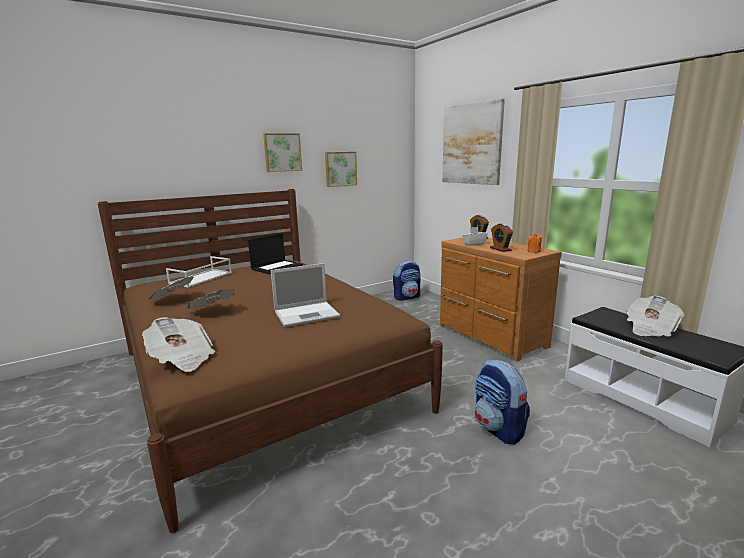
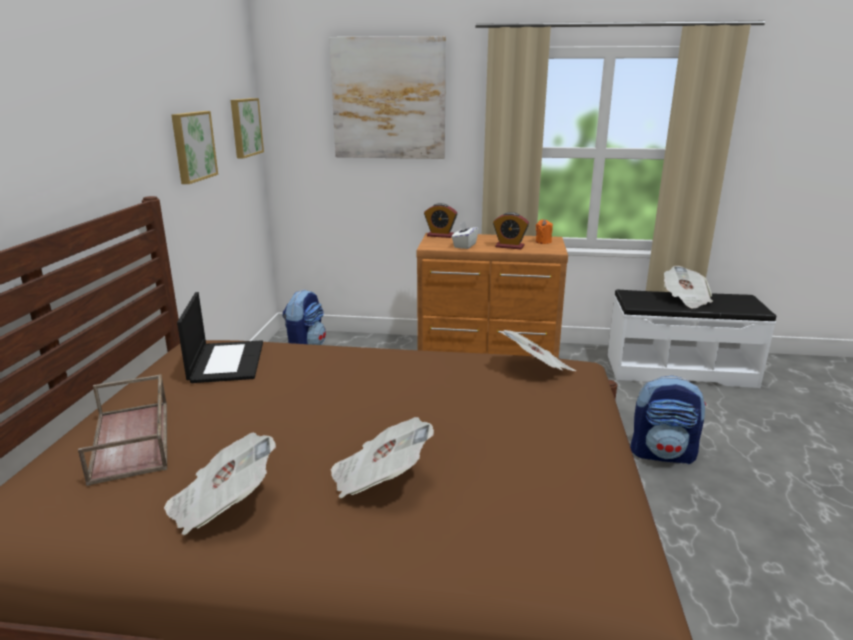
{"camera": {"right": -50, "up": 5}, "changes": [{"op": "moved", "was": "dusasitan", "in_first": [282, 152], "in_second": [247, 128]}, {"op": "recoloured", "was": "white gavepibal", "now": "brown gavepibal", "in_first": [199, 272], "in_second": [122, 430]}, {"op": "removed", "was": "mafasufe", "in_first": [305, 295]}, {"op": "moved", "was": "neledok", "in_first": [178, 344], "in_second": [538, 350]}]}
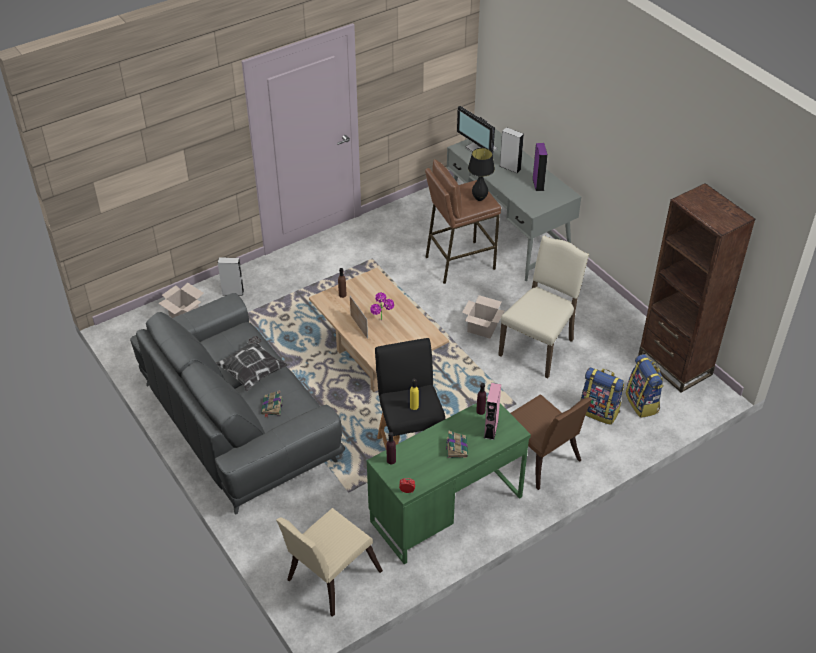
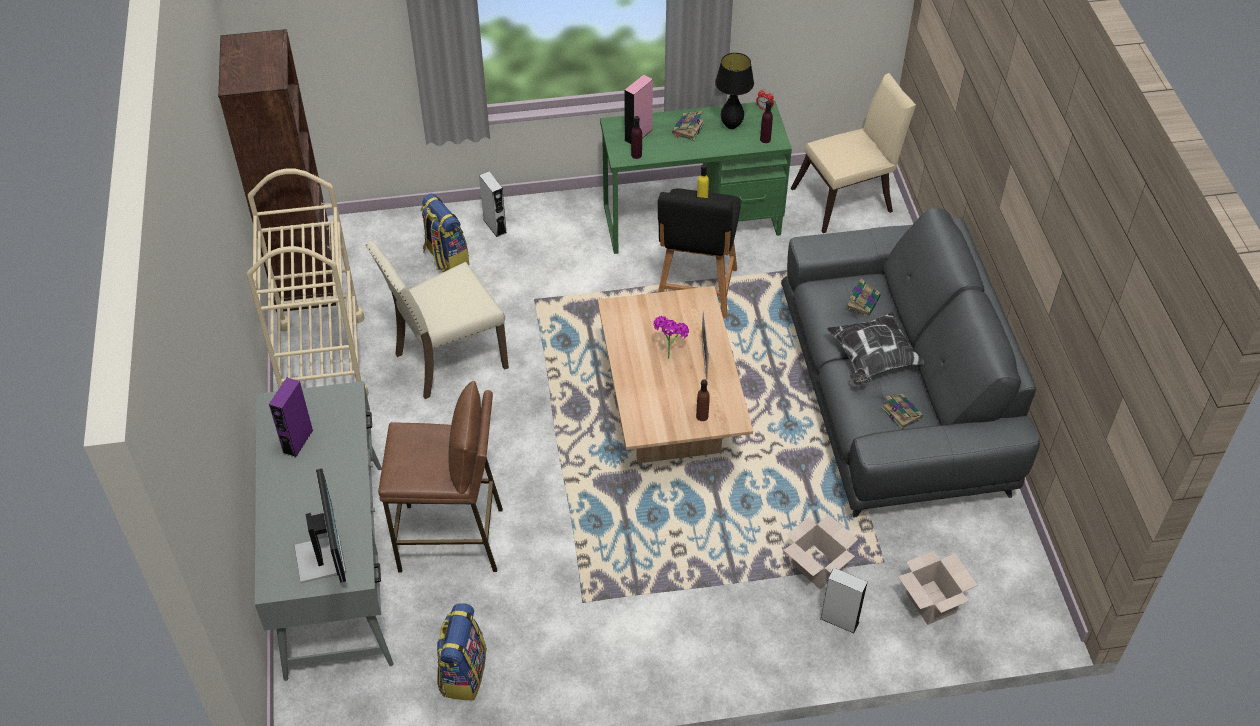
{"camera": {"right": -155, "up": 5}, "changes": [{"op": "moved", "was": "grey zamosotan", "in_first": [511, 150], "in_second": [493, 204]}, {"op": "moved", "was": "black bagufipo", "in_first": [481, 174], "in_second": [734, 91]}, {"op": "moved", "was": "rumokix", "in_first": [483, 317], "in_second": [820, 551]}, {"op": "moved", "was": "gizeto", "in_first": [645, 386], "in_second": [462, 652]}, {"op": "removed", "was": "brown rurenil", "in_first": [551, 442]}, {"op": "added", "now": "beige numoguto", "in_second": [308, 283]}, {"op": "added", "now": "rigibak", "in_second": [902, 411]}]}
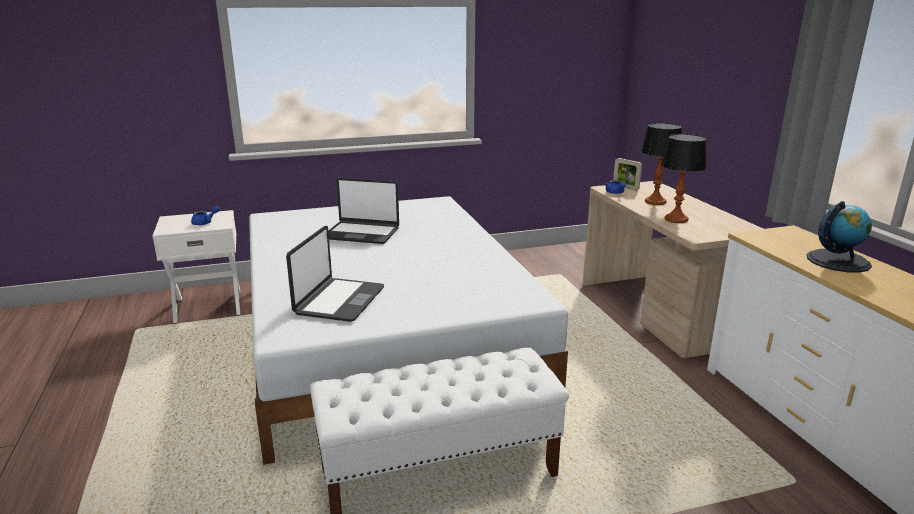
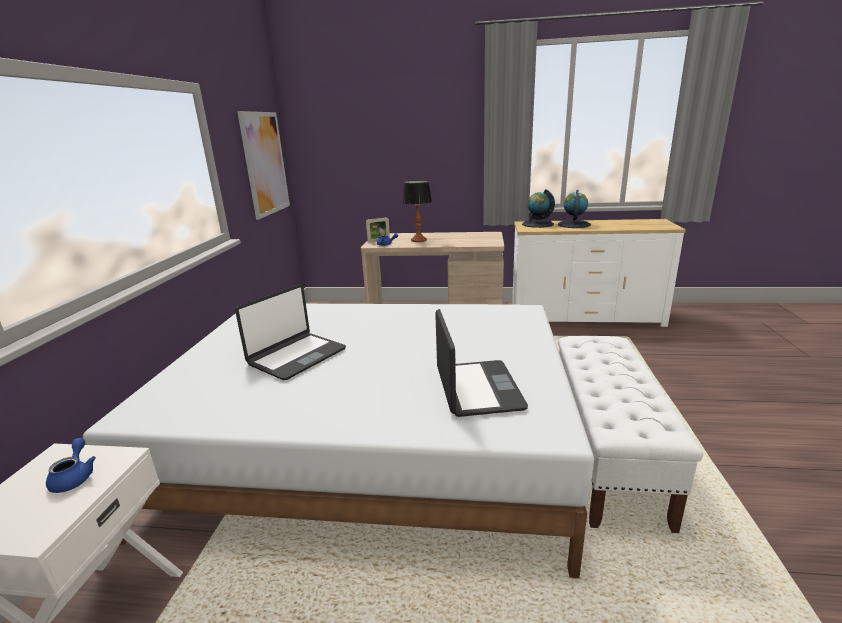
{"camera": {"right": -65, "up": 0}, "changes": [{"op": "removed", "was": "bagufipo", "in_first": [684, 178]}, {"op": "turned", "was": "mafasufe", "in_first": [335, 274], "in_second": [481, 363], "clockwise": 45}, {"op": "added", "now": "dusasitan", "in_second": [263, 165]}, {"op": "added", "now": "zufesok", "in_second": [538, 208]}]}
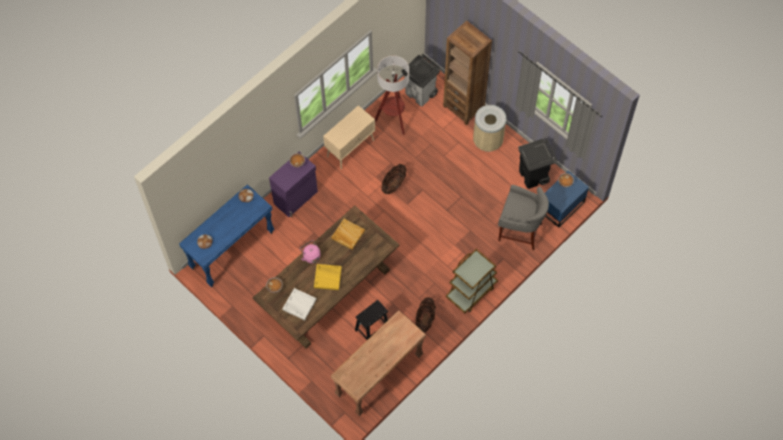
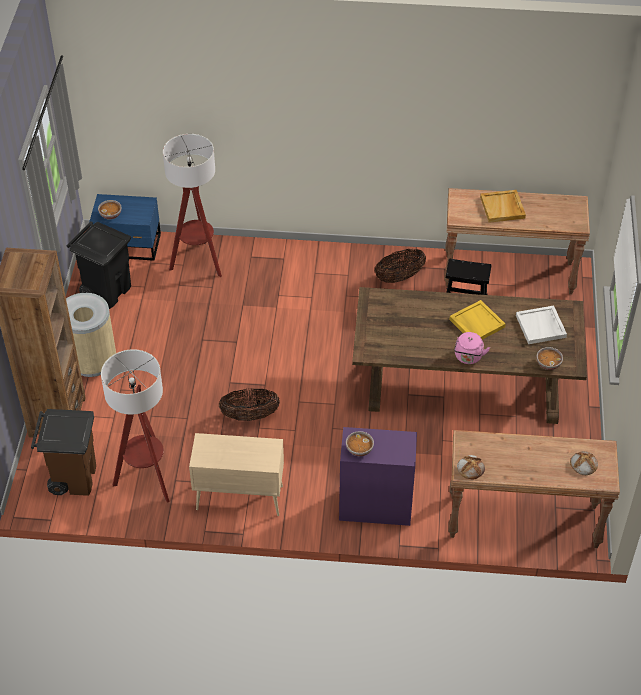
{"camera": {"right": -130, "up": -15}, "changes": [{"op": "recoloured", "was": "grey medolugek", "now": "brown medolugek", "in_first": [421, 80], "in_second": [63, 452]}, {"op": "recoloured", "was": "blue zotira", "now": "brown zotira", "in_first": [226, 235], "in_second": [534, 489]}, {"op": "replaced", "was": "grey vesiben", "now": "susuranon", "in_first": [523, 217], "in_second": [192, 205]}, {"op": "moved", "was": "beige gavepibal", "in_first": [348, 234], "in_second": [503, 206]}, {"op": "removed", "was": "brown numoguto", "in_first": [472, 281]}]}
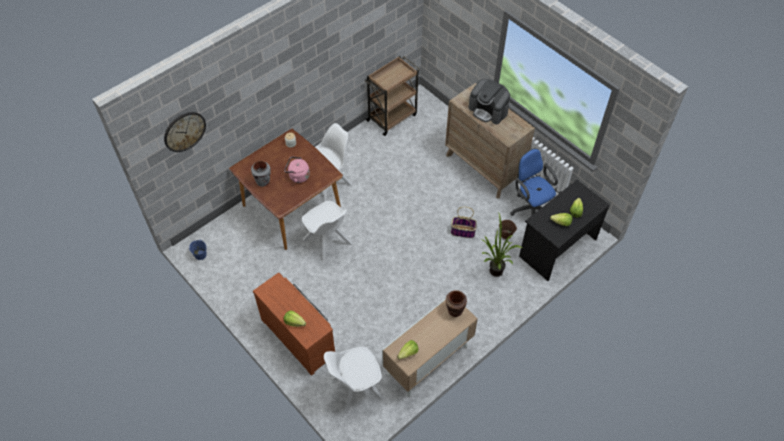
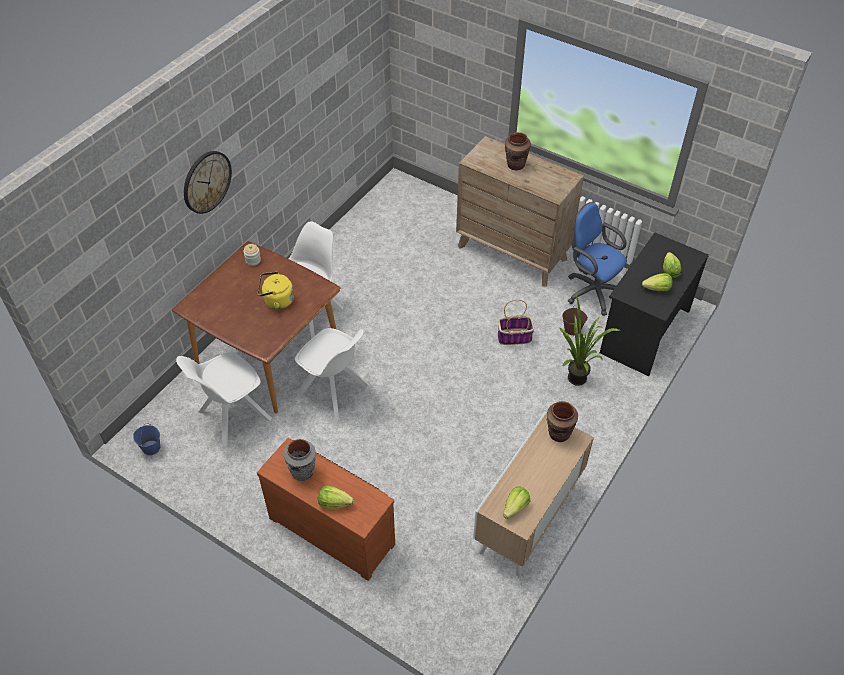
{"camera": {"right": -15, "up": -5}, "changes": [{"op": "removed", "was": "brown numoguto", "in_first": [392, 96]}, {"op": "replaced", "was": "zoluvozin", "now": "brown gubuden", "in_first": [489, 101], "in_second": [518, 151]}, {"op": "moved", "was": "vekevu", "in_first": [185, 132], "in_second": [208, 182]}, {"op": "recoloured", "was": "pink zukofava", "now": "yellow zukofava", "in_first": [297, 169], "in_second": [276, 290]}, {"op": "moved", "was": "grey gubuden", "in_first": [261, 173], "in_second": [300, 460]}, {"op": "moved", "was": "white rurenil", "in_first": [354, 380], "in_second": [223, 399]}]}
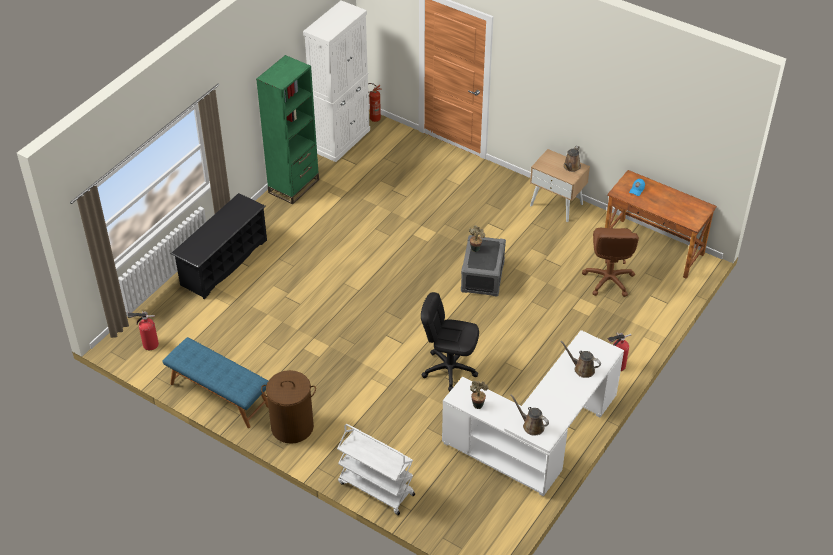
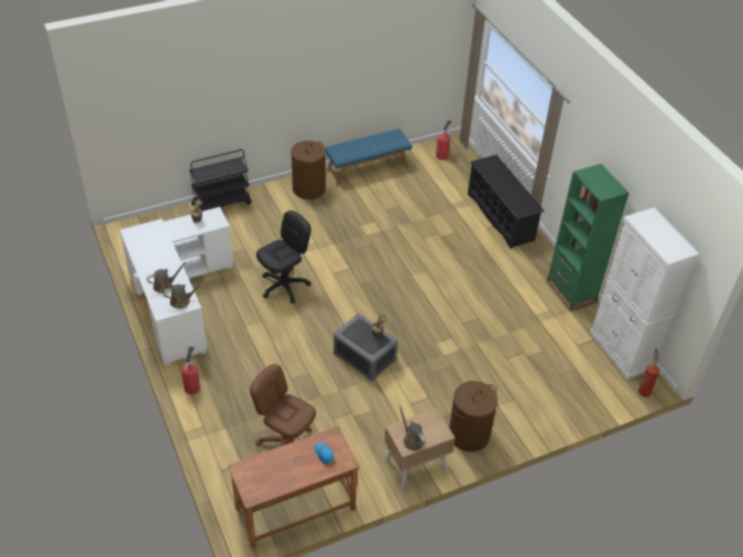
{"camera": {"right": 120, "up": 0}, "changes": [{"op": "moved", "was": "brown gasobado", "in_first": [529, 415], "in_second": [184, 294]}, {"op": "recoloured", "was": "white numoguto", "now": "black numoguto", "in_first": [376, 469], "in_second": [220, 180]}, {"op": "added", "now": "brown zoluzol", "in_second": [473, 416]}]}
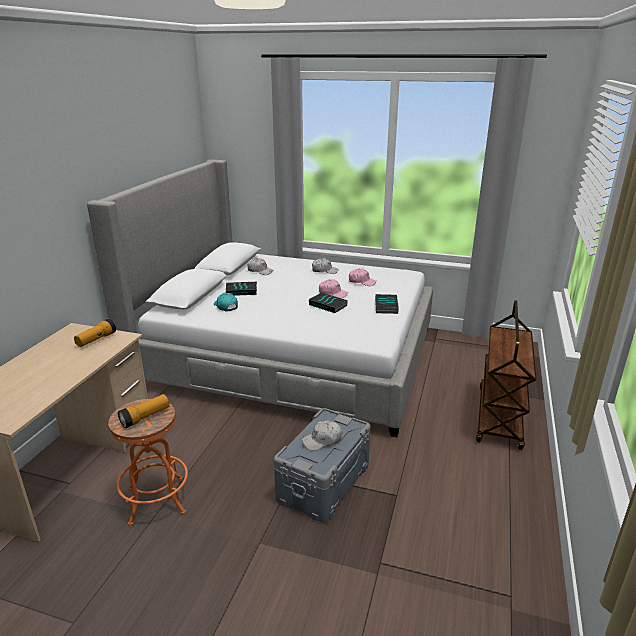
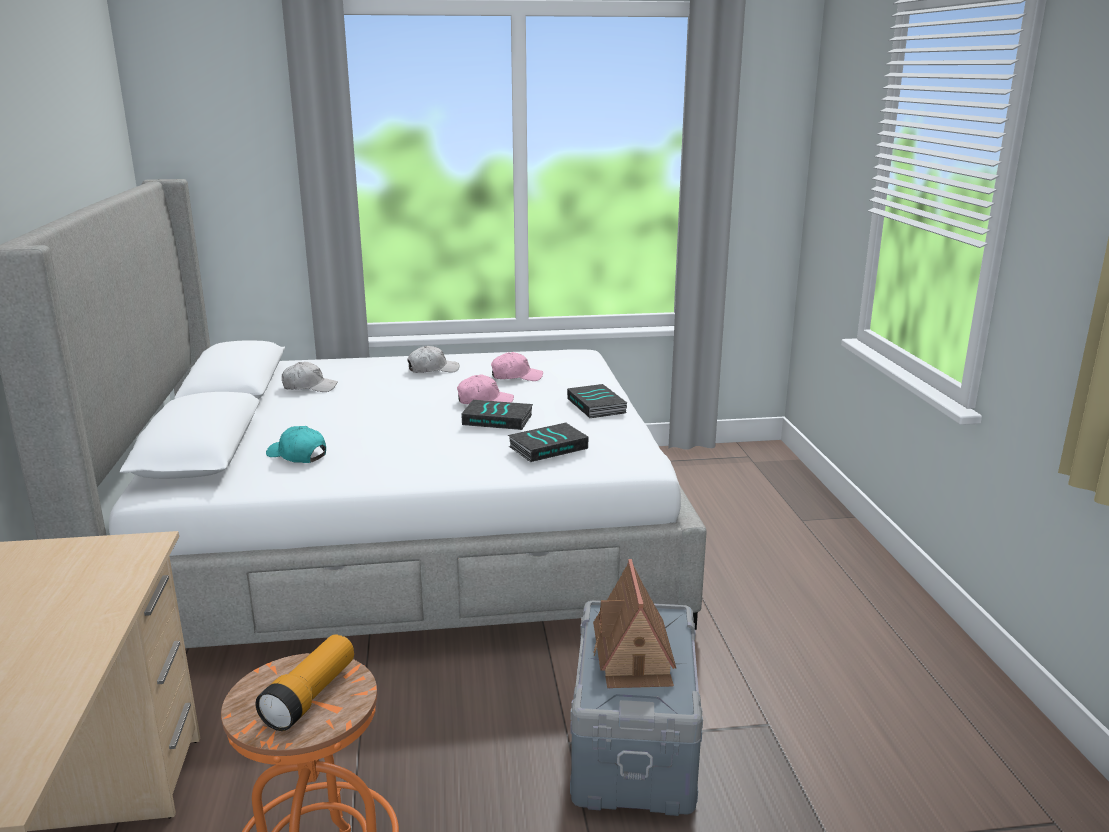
{"camera": {"right": -25, "up": -5}, "changes": [{"op": "moved", "was": "rigibak", "in_first": [241, 289], "in_second": [548, 442]}, {"op": "removed", "was": "brown numoguto", "in_first": [506, 375]}, {"op": "removed", "was": "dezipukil", "in_first": [95, 333]}, {"op": "replaced", "was": "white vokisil", "now": "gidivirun", "in_first": [322, 435], "in_second": [634, 623]}]}
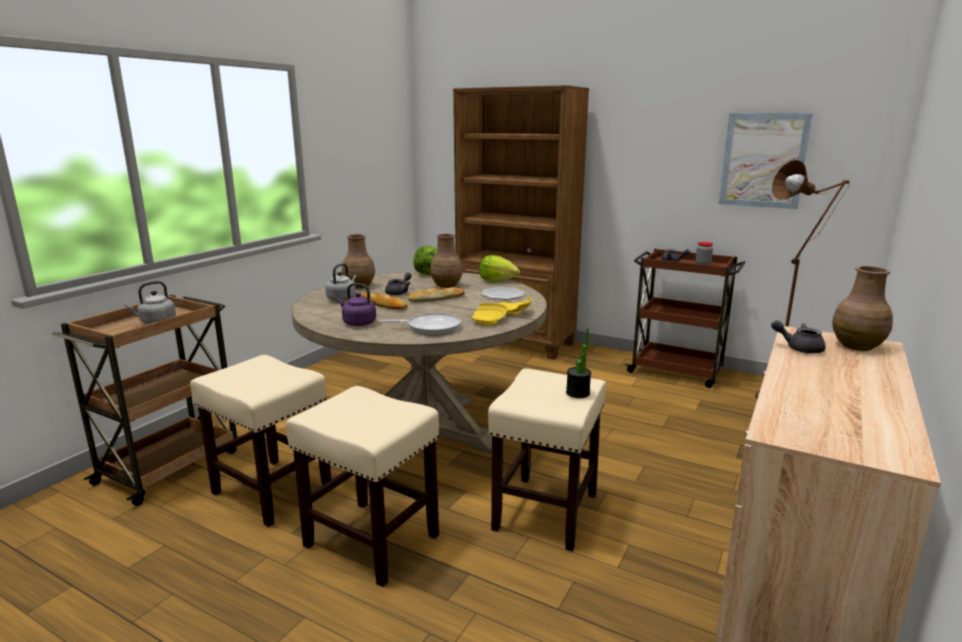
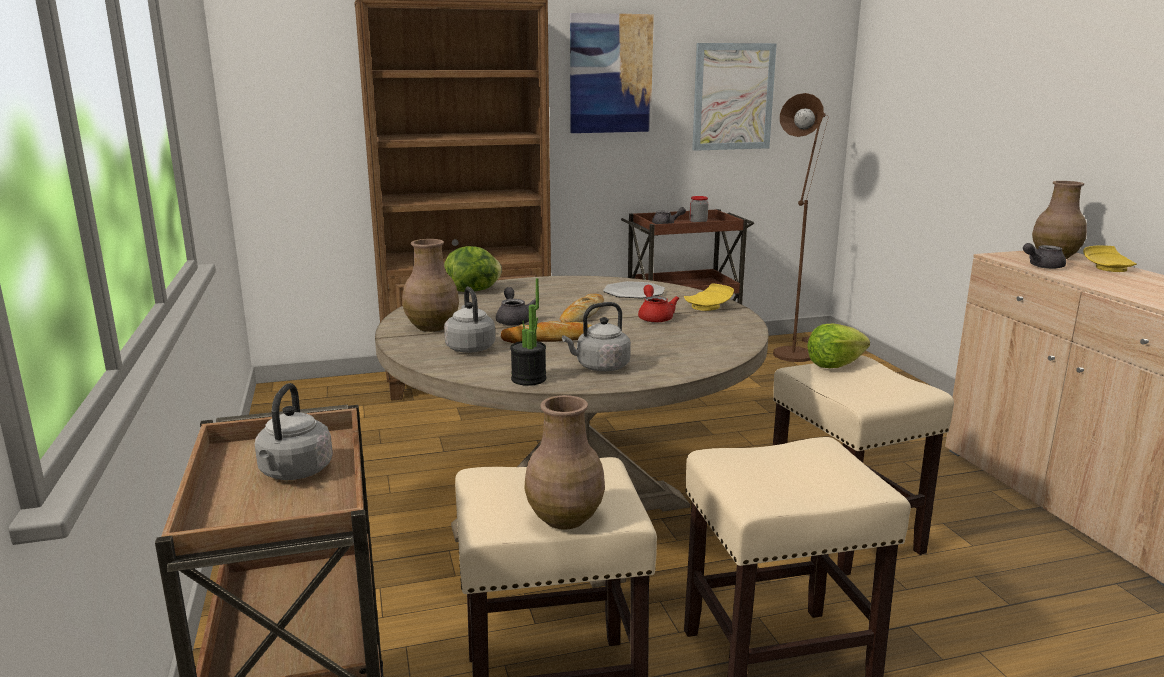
{"camera": {"right": -45, "up": 0}, "changes": [{"op": "moved", "was": "brown gubuden", "in_first": [446, 261], "in_second": [564, 462]}, {"op": "moved", "was": "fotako", "in_first": [499, 268], "in_second": [838, 346]}, {"op": "recoloured", "was": "purple zukofava", "now": "grey zukofava", "in_first": [356, 304], "in_second": [596, 336]}, {"op": "moved", "was": "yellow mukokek", "in_first": [489, 314], "in_second": [1110, 258]}, {"op": "removed", "was": "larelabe", "in_first": [419, 324]}, {"op": "moved", "was": "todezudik", "in_first": [578, 363], "in_second": [528, 332]}, {"op": "added", "now": "dusasitan", "in_second": [612, 73]}, {"op": "added", "now": "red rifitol", "in_second": [658, 304]}]}
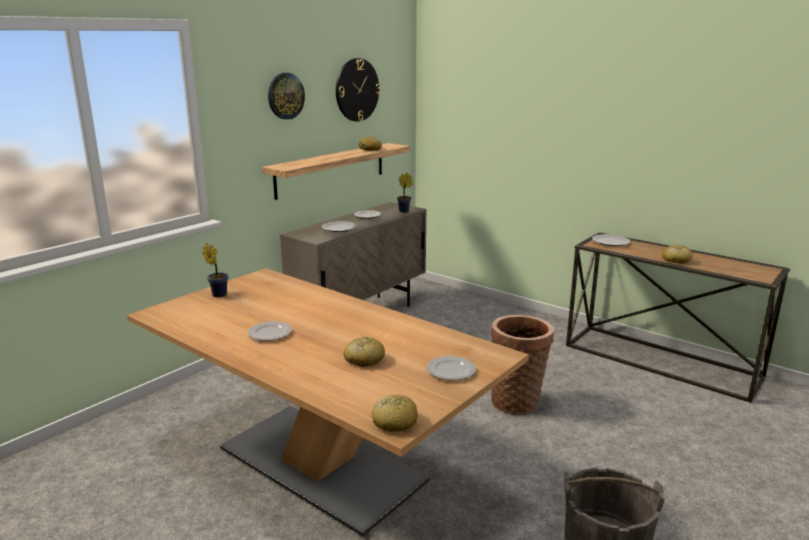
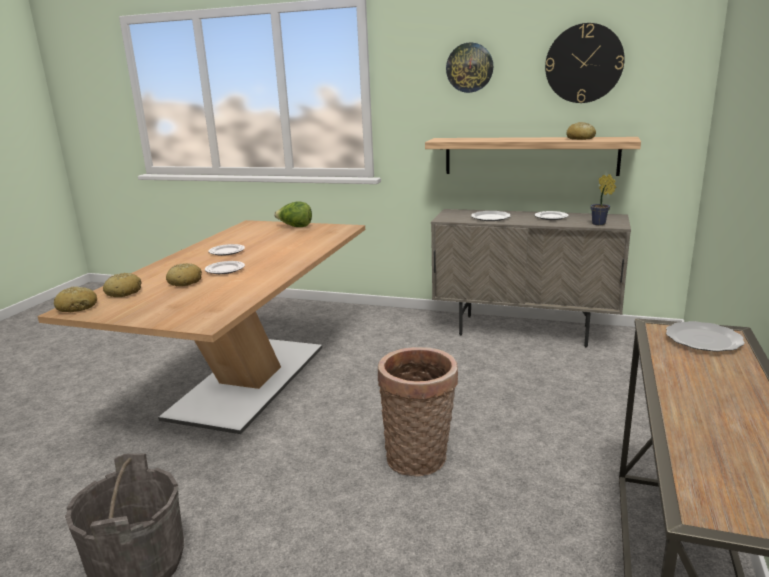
{"camera": {"right": 70, "up": 0}, "changes": [{"op": "replaced", "was": "todezudik", "now": "fotako", "in_first": [215, 270], "in_second": [293, 214]}, {"op": "moved", "was": "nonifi", "in_first": [677, 254], "in_second": [122, 285]}, {"op": "moved", "was": "mukokek", "in_first": [451, 368], "in_second": [225, 267]}]}
